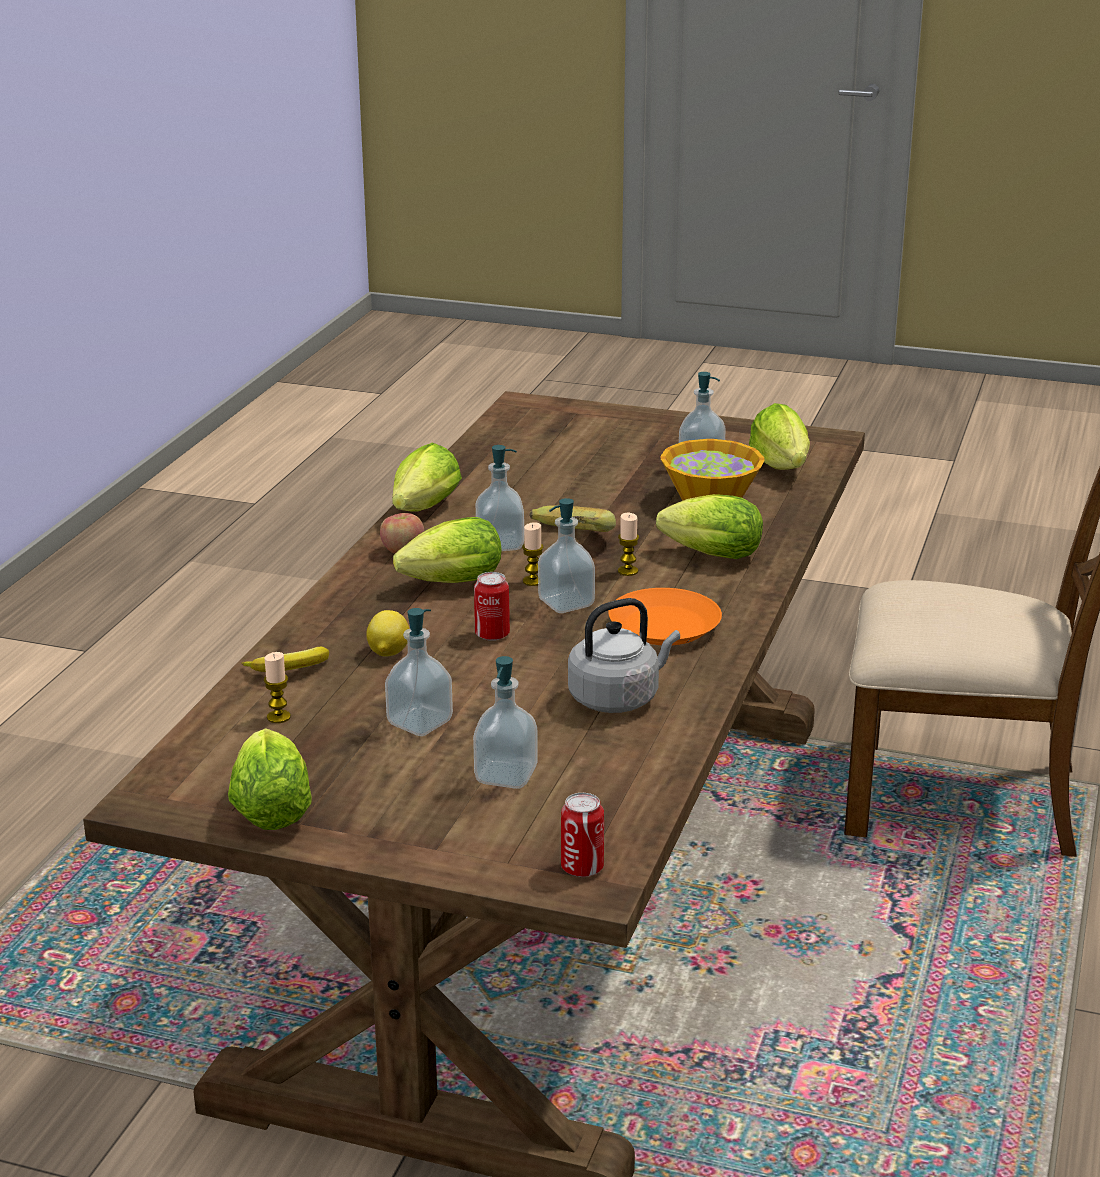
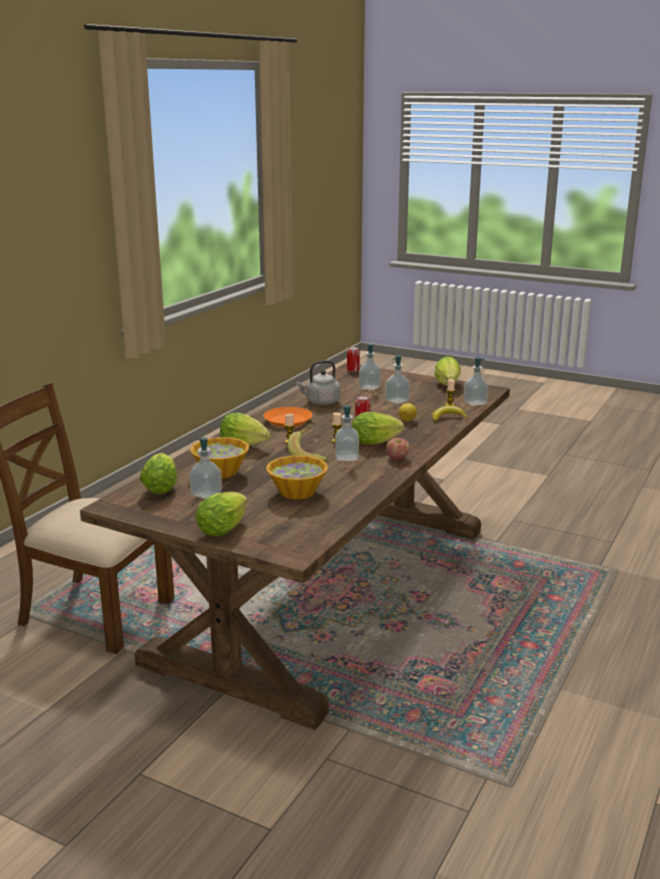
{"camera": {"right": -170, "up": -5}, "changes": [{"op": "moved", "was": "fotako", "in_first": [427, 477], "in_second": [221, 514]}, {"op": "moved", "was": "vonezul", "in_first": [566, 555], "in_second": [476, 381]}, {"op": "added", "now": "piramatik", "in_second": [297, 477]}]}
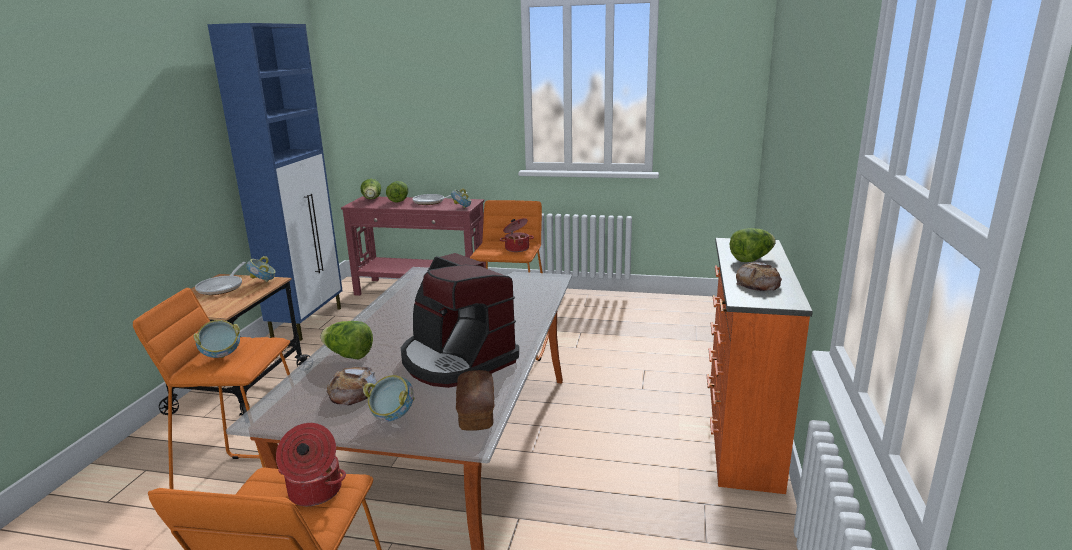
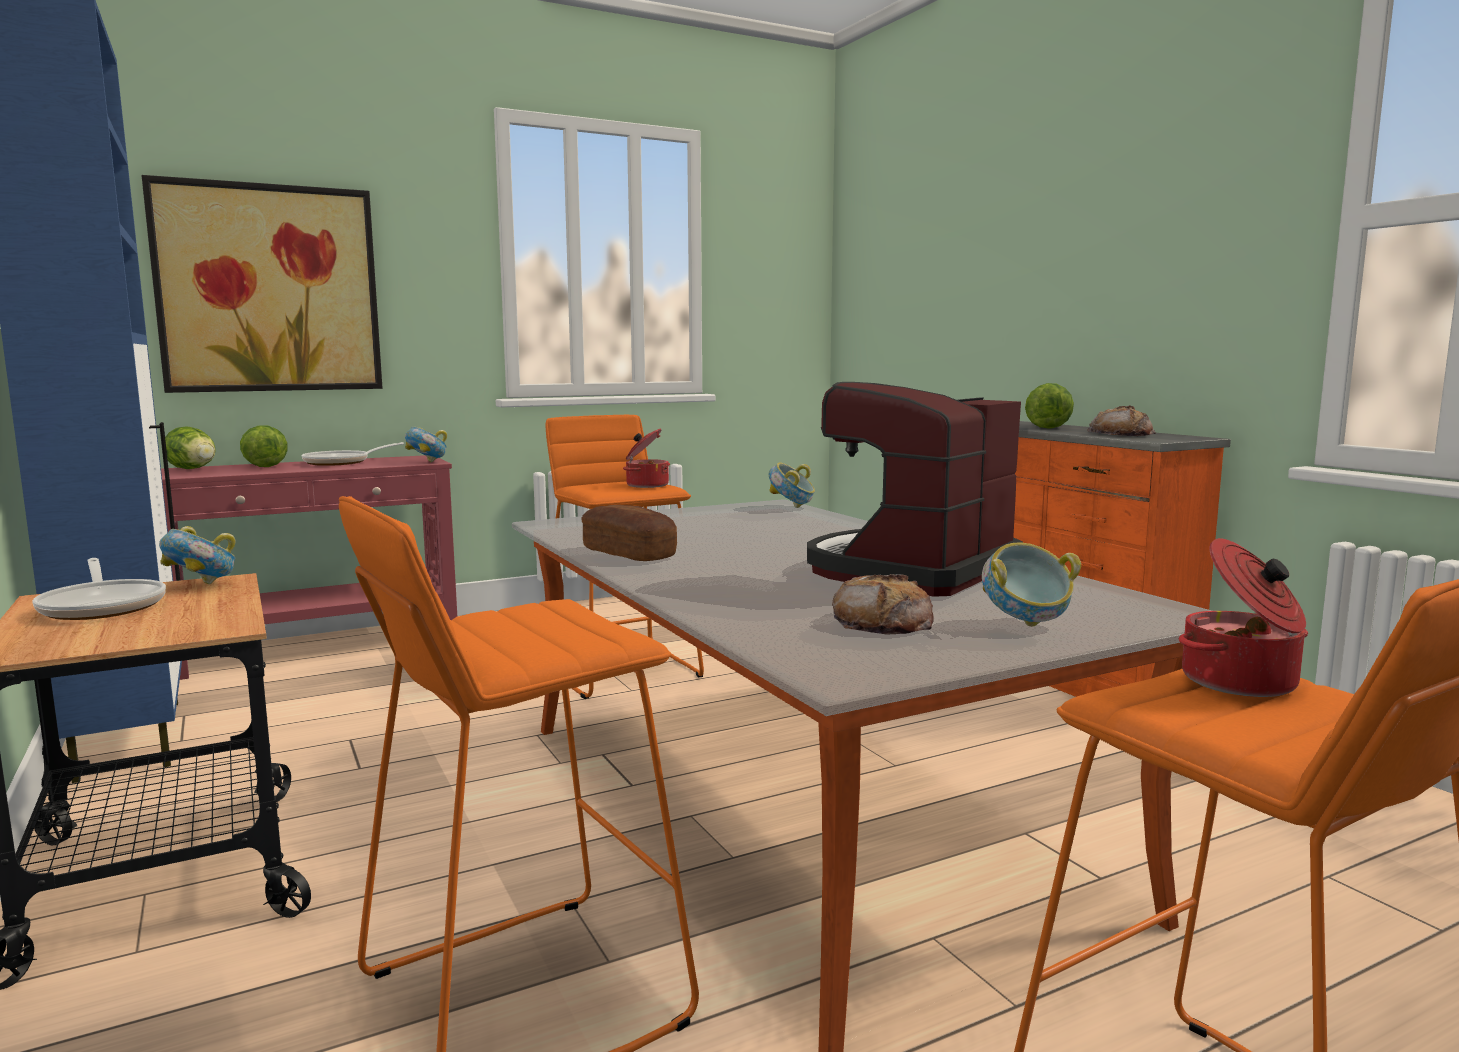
{"camera": {"right": -40, "up": -10}, "changes": [{"op": "turned", "was": "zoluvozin", "in_first": [460, 320], "in_second": [915, 489], "clockwise": 120}, {"op": "moved", "was": "piramatik", "in_first": [216, 339], "in_second": [792, 485]}, {"op": "removed", "was": "fotako", "in_first": [346, 340]}, {"op": "moved", "was": "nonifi", "in_first": [475, 400], "in_second": [629, 533]}, {"op": "added", "now": "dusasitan", "in_second": [261, 284]}]}
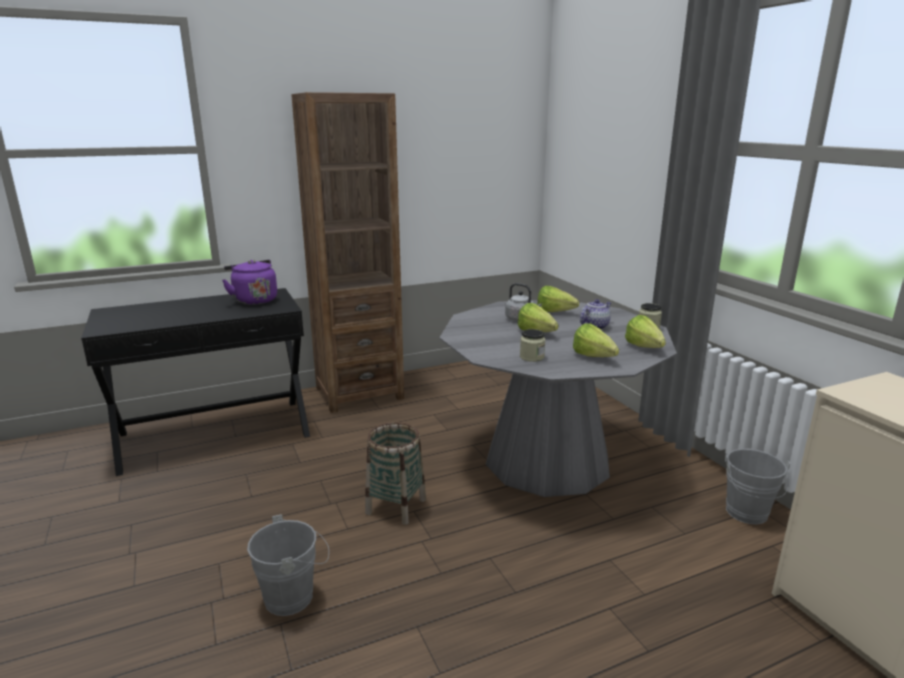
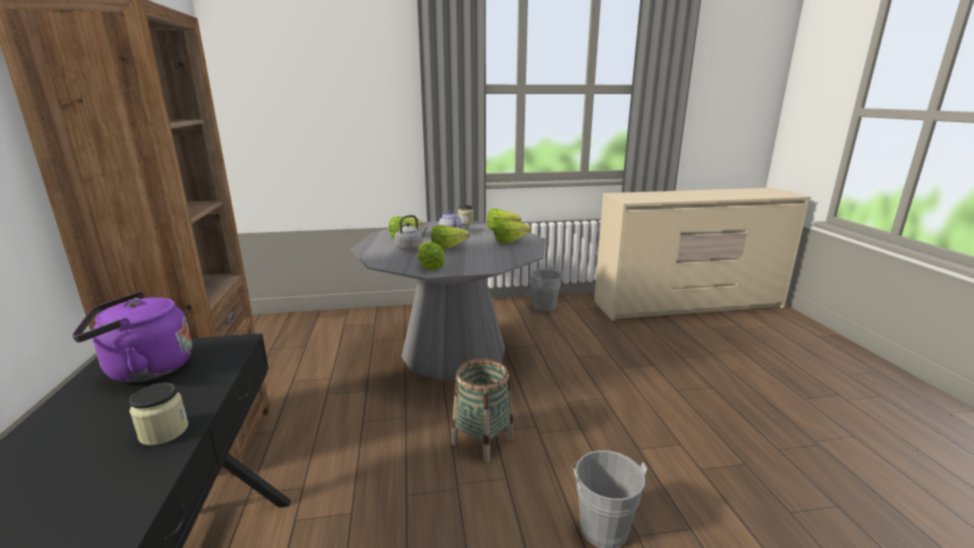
{"camera": {"right": -75, "up": 0}, "changes": [{"op": "moved", "was": "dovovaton", "in_first": [532, 345], "in_second": [158, 414]}, {"op": "added", "now": "fotako", "in_second": [431, 256]}]}
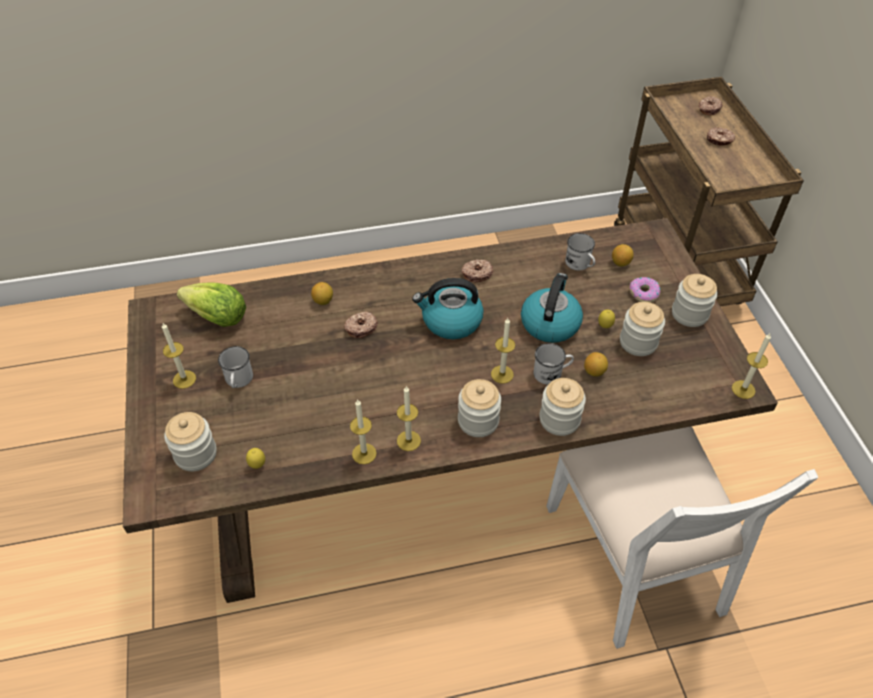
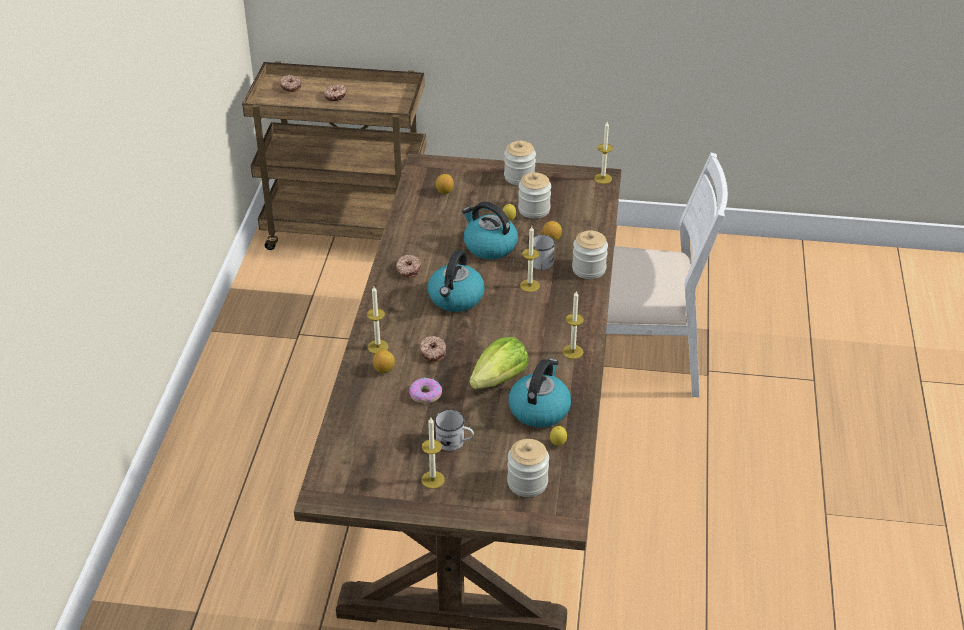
{"camera": {"right": -70, "up": -10}, "changes": [{"op": "removed", "was": "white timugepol", "in_first": [580, 252]}, {"op": "moved", "was": "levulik", "in_first": [645, 289], "in_second": [425, 390]}, {"op": "moved", "was": "fotako", "in_first": [211, 305], "in_second": [499, 363]}, {"op": "removed", "was": "dovovaton", "in_first": [479, 408]}, {"op": "moved", "was": "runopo", "in_first": [363, 431], "in_second": [378, 320]}, {"op": "added", "now": "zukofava", "in_second": [539, 393]}]}
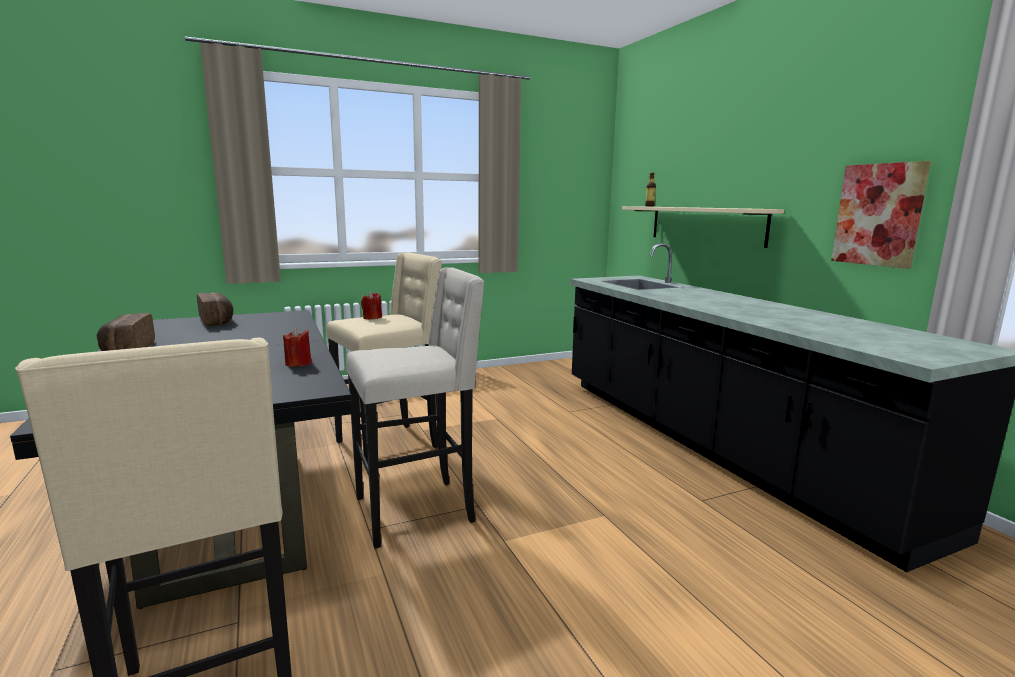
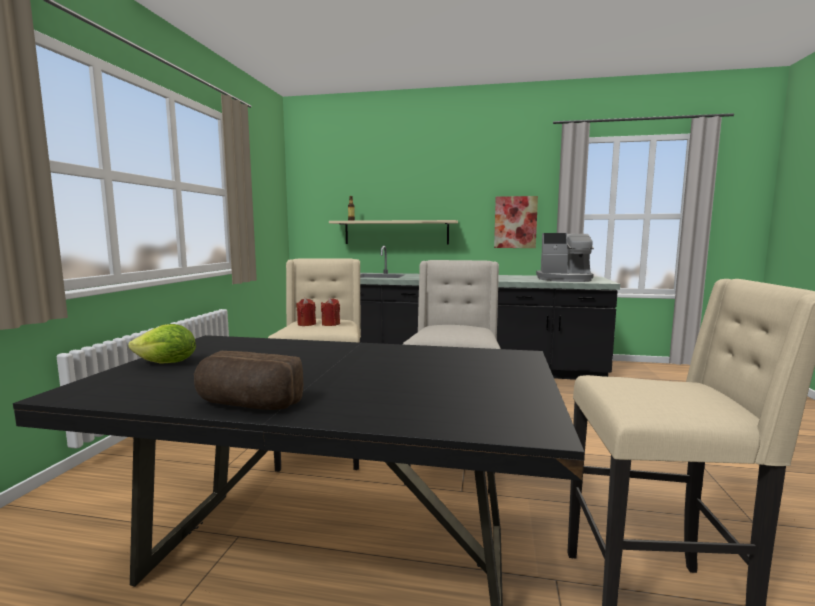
{"camera": {"right": -55, "up": -5}, "changes": [{"op": "replaced", "was": "nonifi", "now": "fotako", "in_first": [215, 309], "in_second": [162, 344]}, {"op": "moved", "was": "red runopo", "in_first": [297, 347], "in_second": [330, 312]}, {"op": "added", "now": "zoluvozin", "in_second": [565, 257]}]}
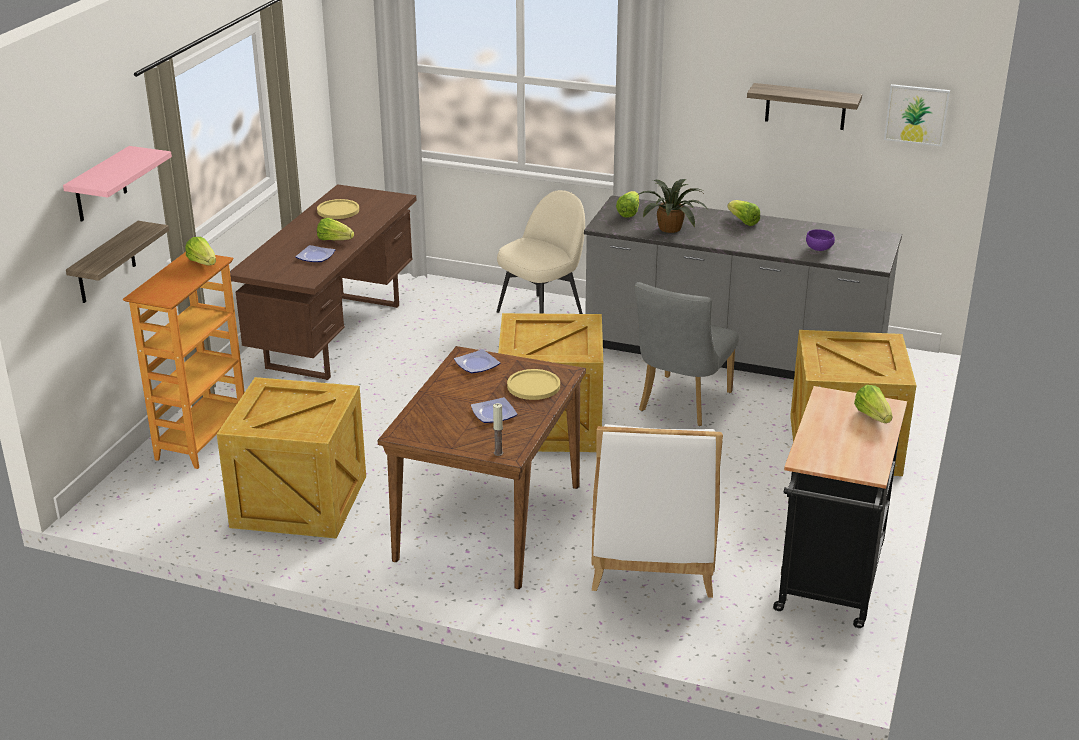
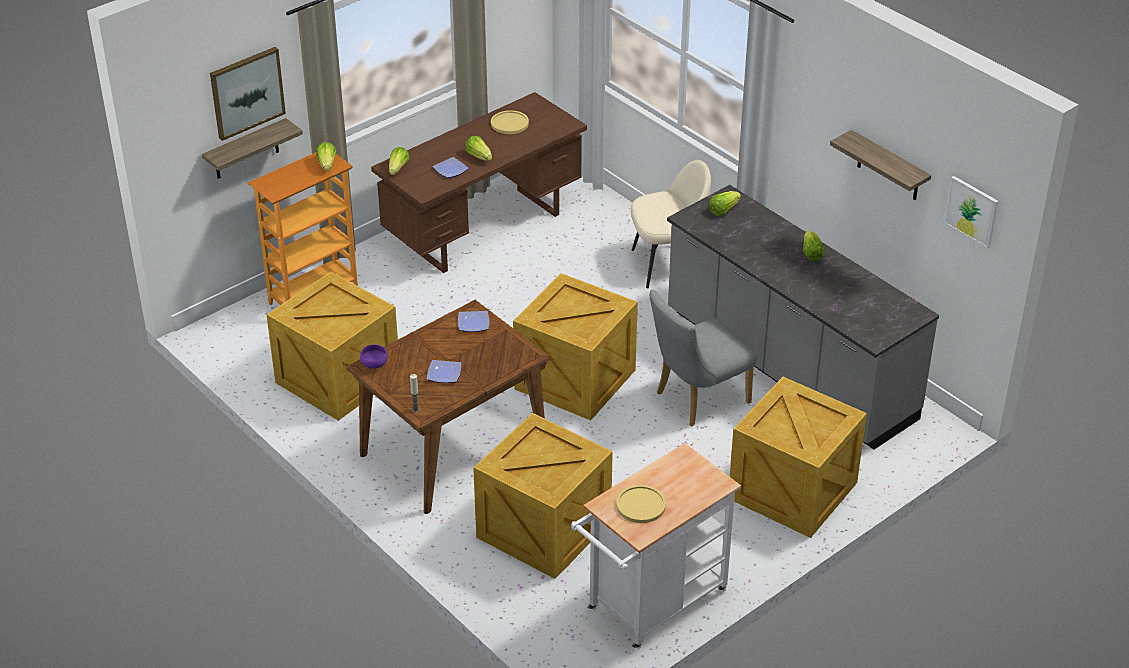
{"camera": {"right": 30, "up": 10}, "changes": [{"op": "replaced", "was": "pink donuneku", "now": "dusasitan", "in_first": [117, 184], "in_second": [248, 94]}, {"op": "removed", "was": "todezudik", "in_first": [673, 206]}, {"op": "moved", "was": "purple piramatik", "in_first": [820, 240], "in_second": [374, 356]}, {"op": "moved", "was": "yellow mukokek", "in_first": [533, 384], "in_second": [641, 504]}, {"op": "moved", "was": "fotako", "in_first": [873, 404], "in_second": [399, 161]}, {"op": "recoloured", "was": "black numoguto", "now": "white numoguto", "in_first": [840, 507], "in_second": [656, 546]}, {"op": "replaced", "was": "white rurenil", "now": "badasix", "in_first": [657, 511], "in_second": [543, 496]}]}
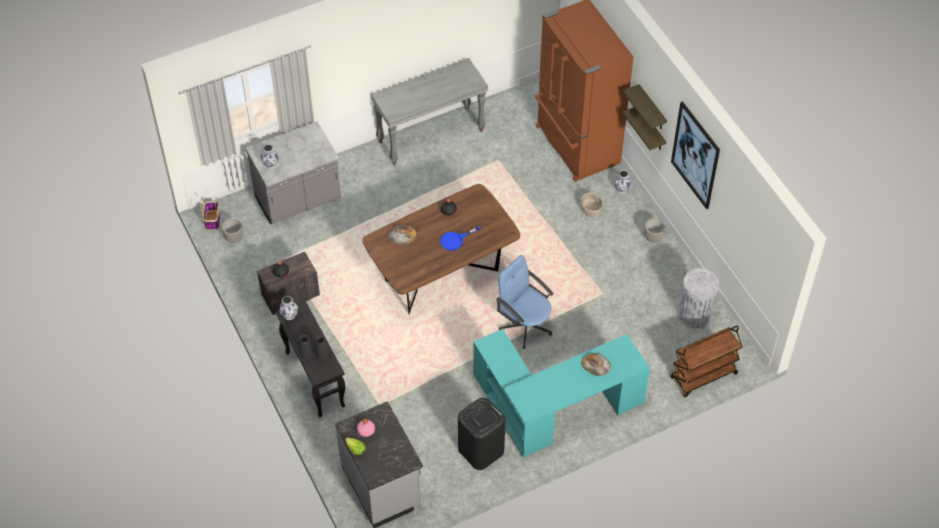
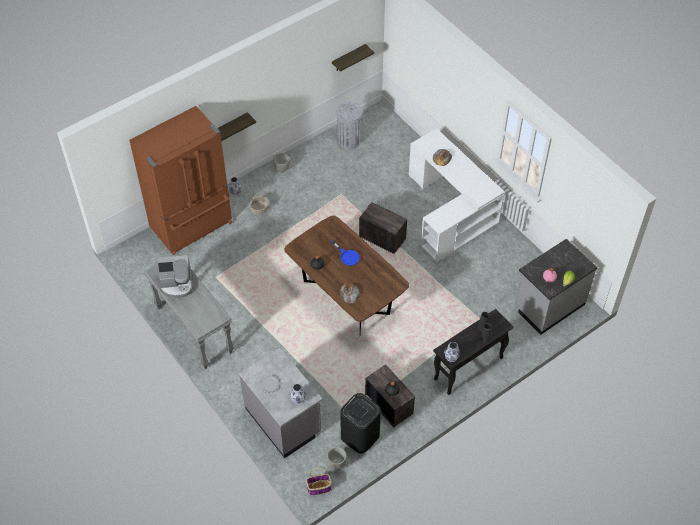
{"camera": {"right": -100, "up": 0}, "changes": [{"op": "moved", "was": "donuneku", "in_first": [645, 106], "in_second": [353, 58]}, {"op": "removed", "was": "dusasitan", "in_first": [695, 155]}, {"op": "replaced", "was": "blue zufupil", "now": "badasix", "in_first": [525, 302], "in_second": [383, 228]}, {"op": "removed", "was": "brown numoguto", "in_first": [706, 361]}, {"op": "recoloured", "was": "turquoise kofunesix", "now": "white kofunesix", "in_first": [561, 393], "in_second": [457, 196]}, {"op": "moved", "was": "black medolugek", "in_first": [481, 434], "in_second": [360, 423]}, {"op": "added", "now": "zoluvozin", "in_second": [175, 276]}]}
